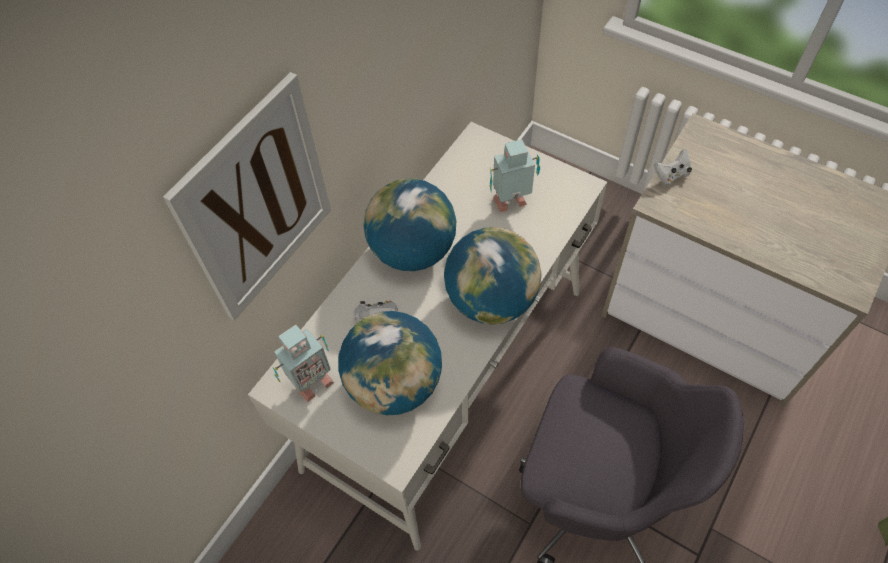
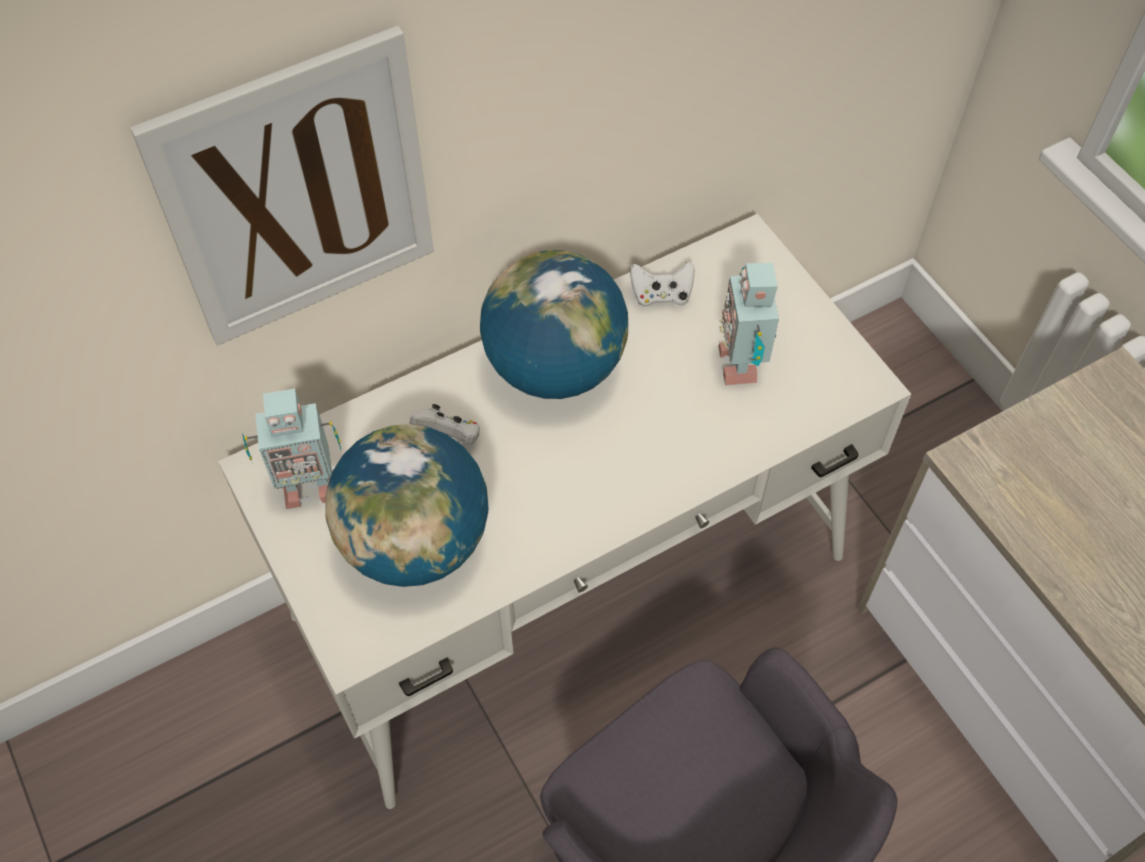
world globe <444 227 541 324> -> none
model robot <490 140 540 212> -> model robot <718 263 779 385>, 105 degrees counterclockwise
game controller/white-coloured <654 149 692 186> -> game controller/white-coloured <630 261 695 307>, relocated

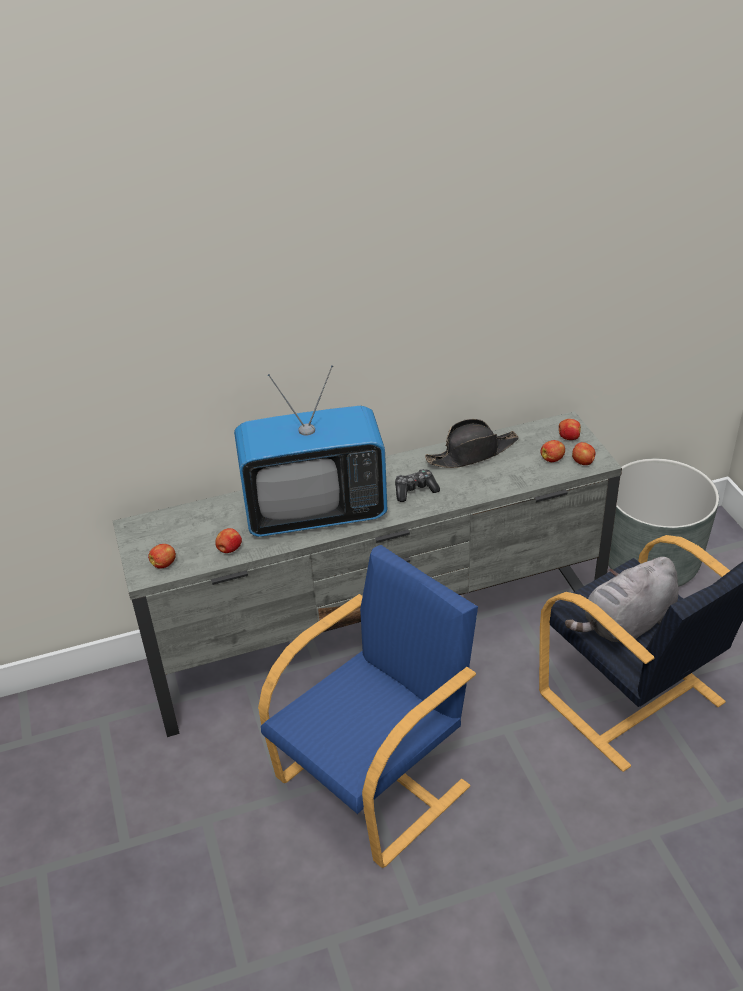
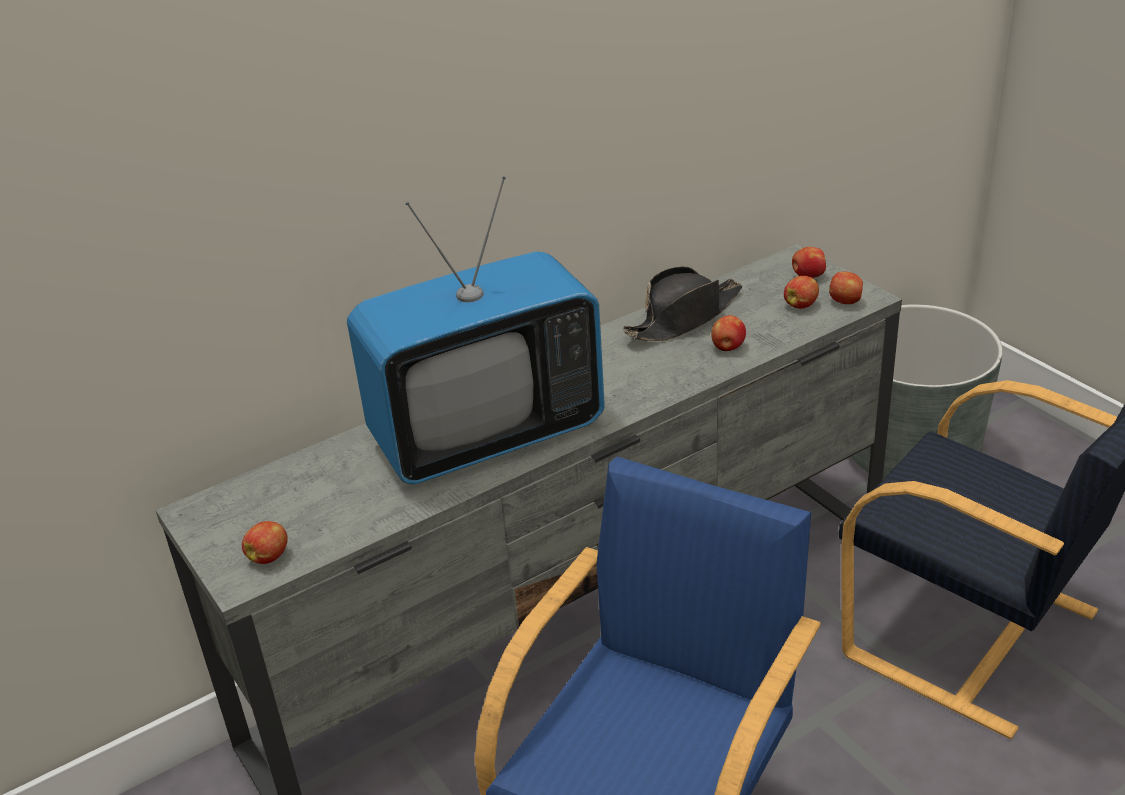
whole apple <215 528 242 553> -> whole apple <711 315 746 351>, relocated
game controller <395 469 440 502> -> none
cuddly toy/grey <565 557 679 642> -> none

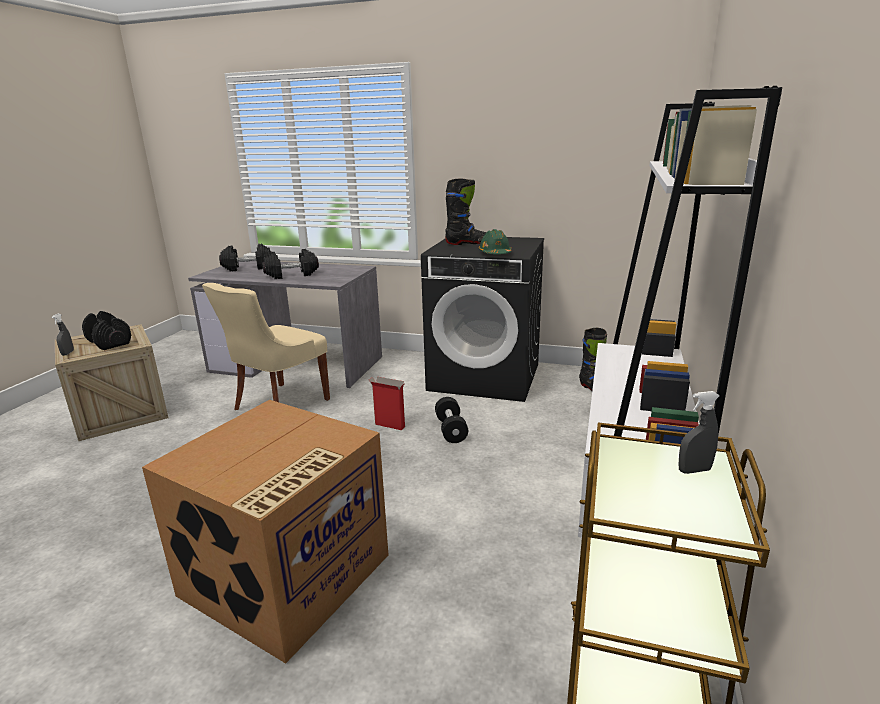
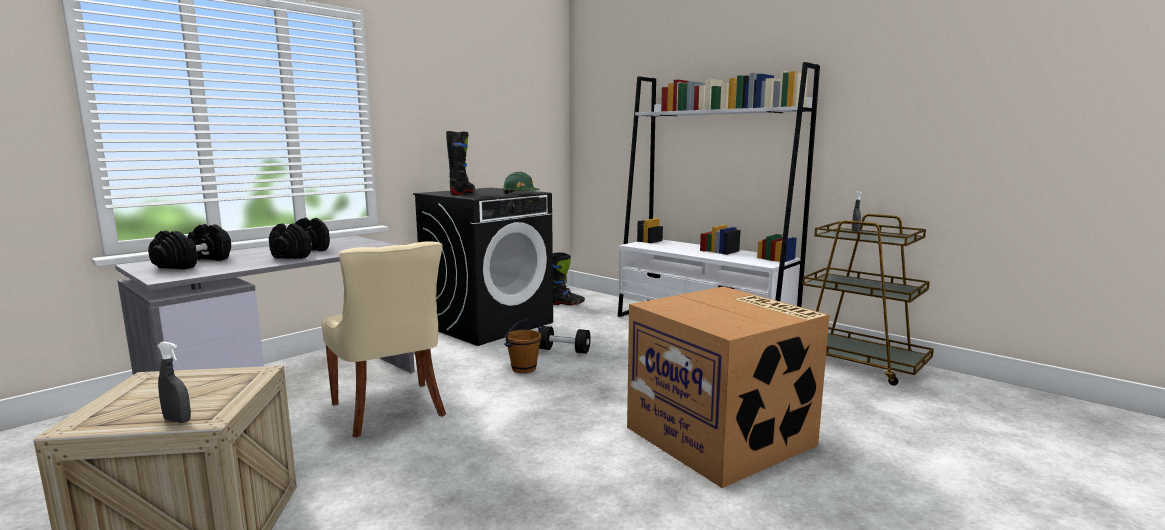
dumbbell/blackish <82 311 131 350> -> none
carton <369 377 405 430> -> pail/brownish <504 319 542 373>

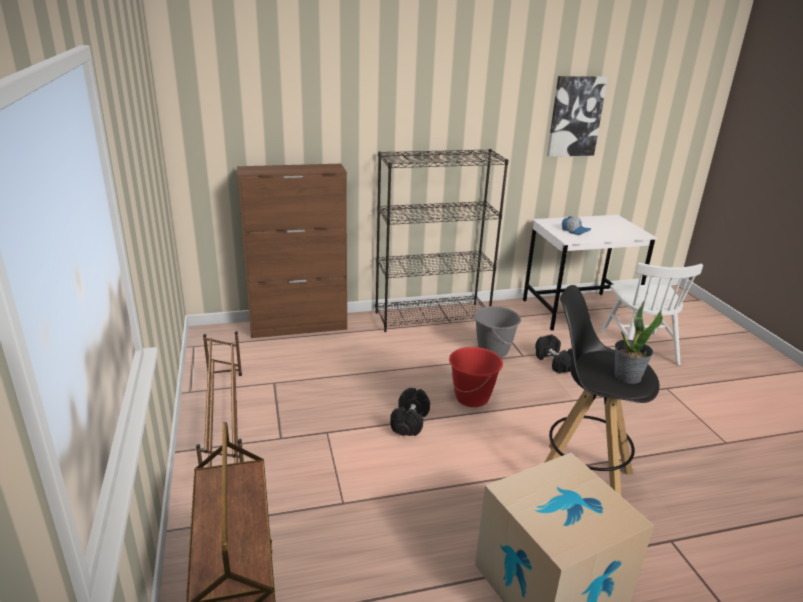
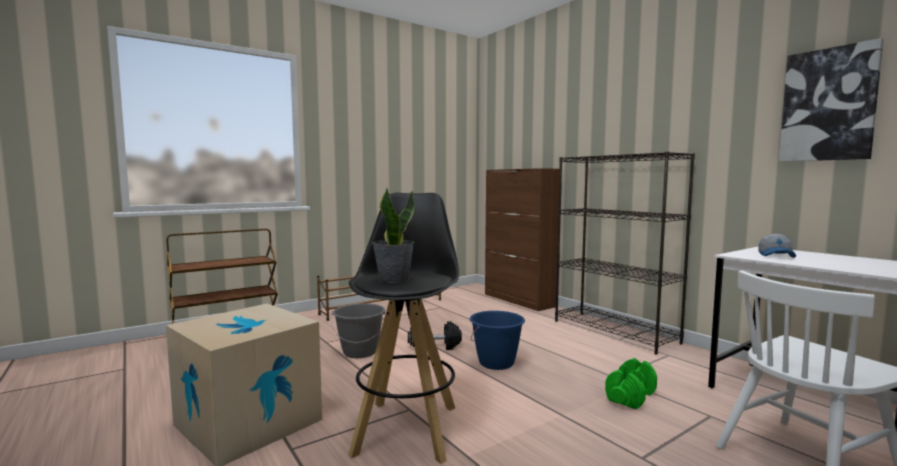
pail/reddish <449 347 503 407> -> pail/blue <470 311 525 370>
pail/grey <474 306 521 358> -> pail/grey <331 303 386 358>, relocated
dumbbell/blackish <535 335 572 373> -> dumbbell/green-coloured <605 358 657 409>

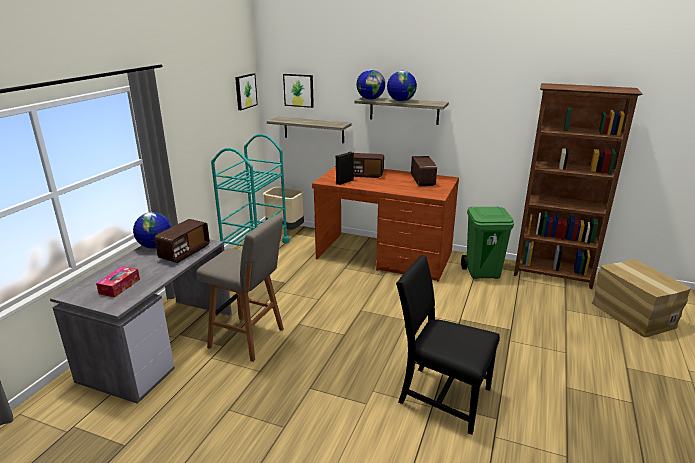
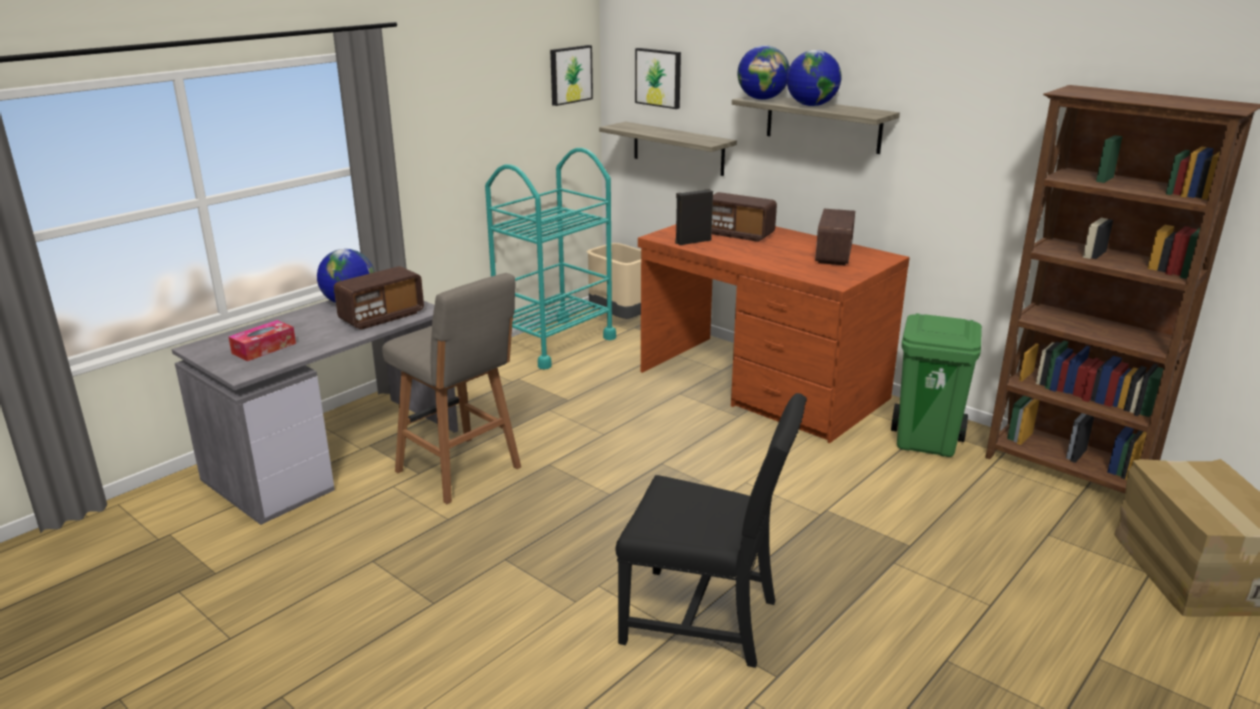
chair/blackish <396 255 500 435> -> chair/blackish <616 393 807 668>, 150 degrees clockwise

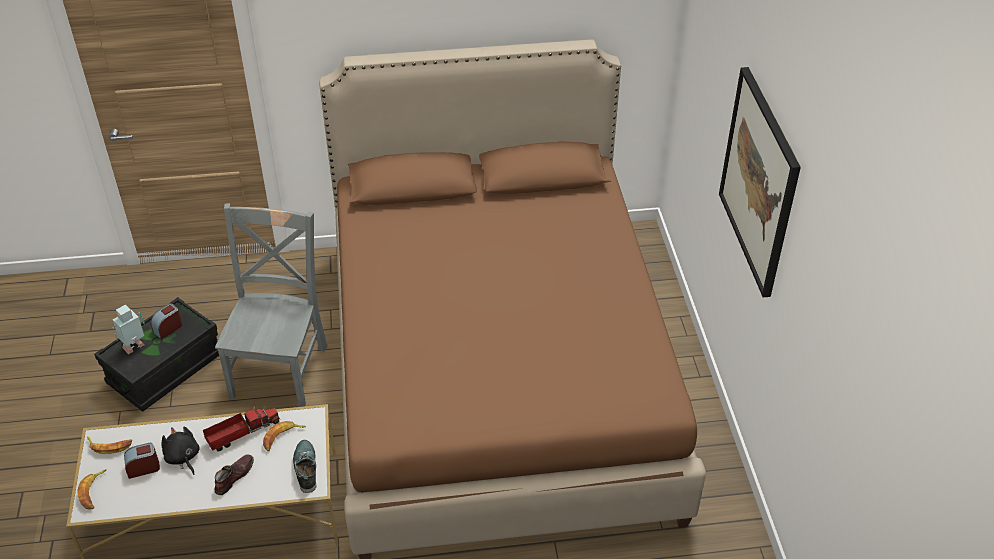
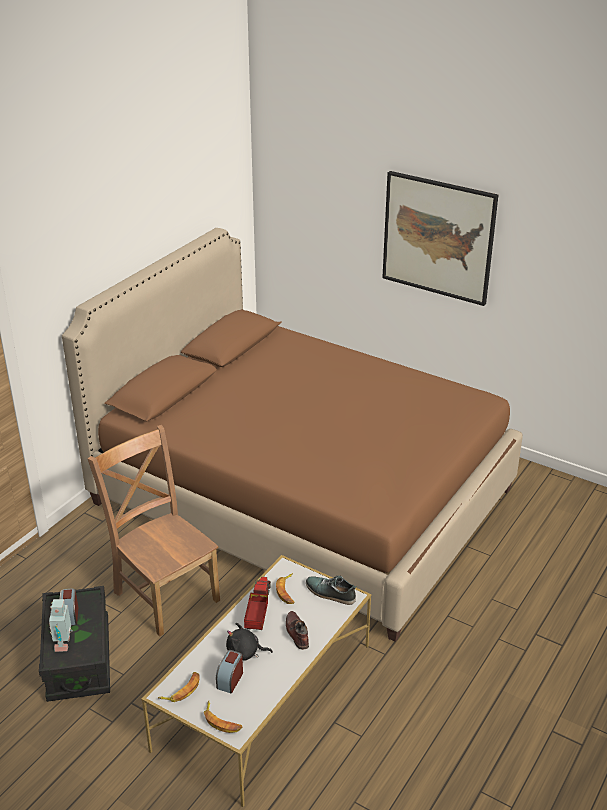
chair/grey <215 203 328 407> -> chair/brownish <87 425 220 637>

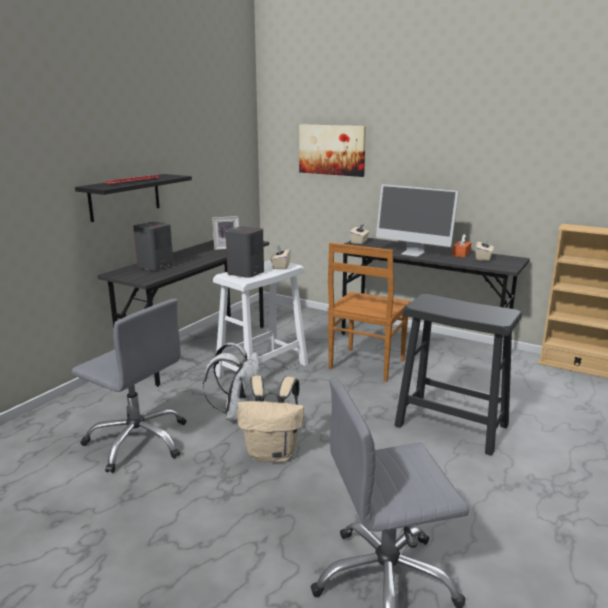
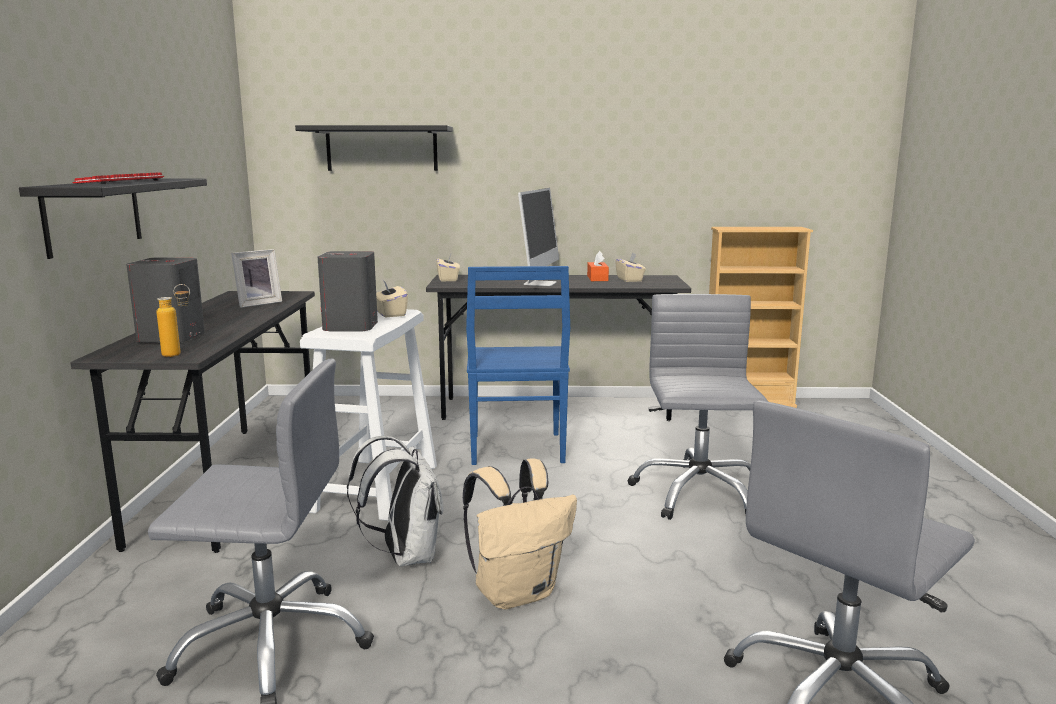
wall picture <299 124 366 177> -> wall shelf/blackish <295 125 453 171>
chair/brownish <328 243 410 382> -> chair/blue <466 266 570 465>
computer screen <376 184 459 257> -> computer screen <518 188 559 286>, 75 degrees counterclockwise
stool seat/blackish <395 294 522 456> -> computer chair/grey <628 294 768 520>
none -> beverage bottle <157 284 190 357>

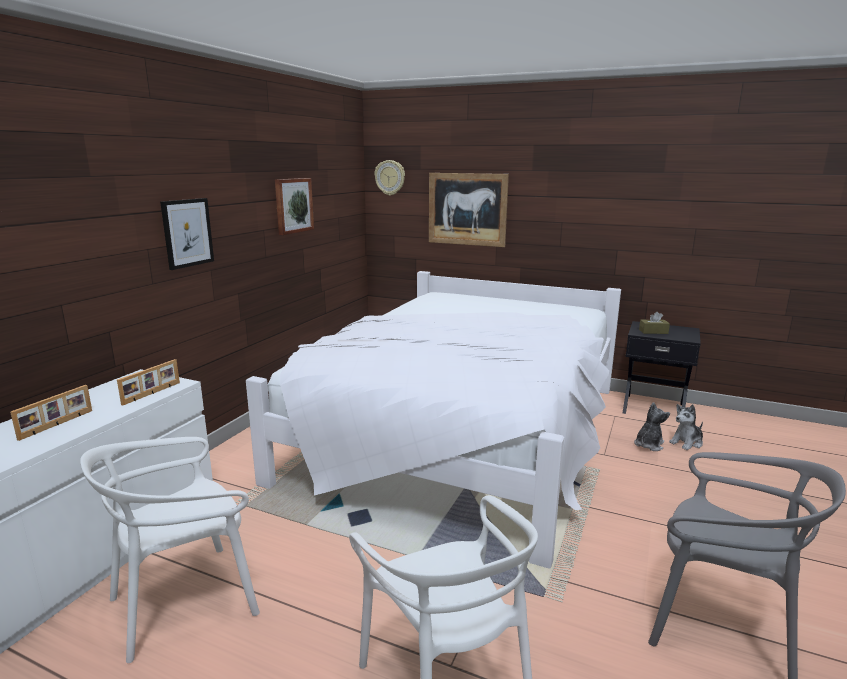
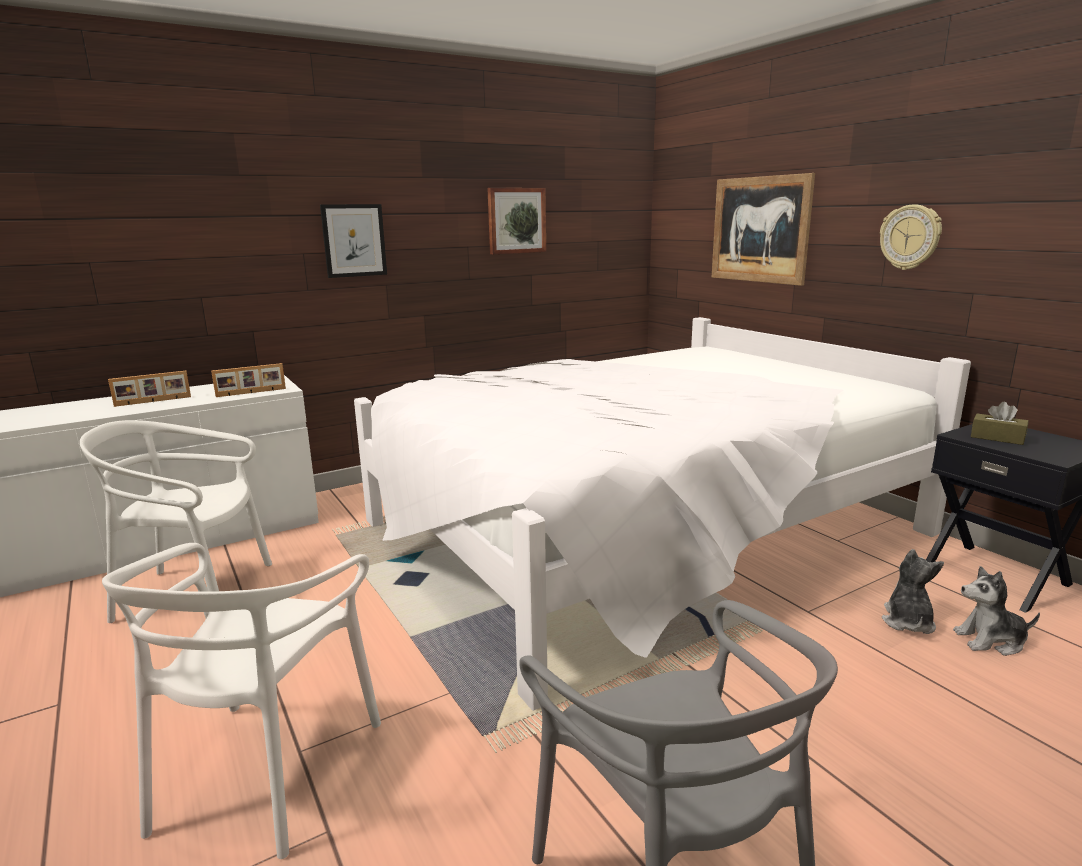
wall clock <374 160 405 196> -> wall clock <880 205 942 270>, relocated
cuddly toy <634 402 670 451> -> cuddly toy <882 549 944 634>, 60 degrees counterclockwise

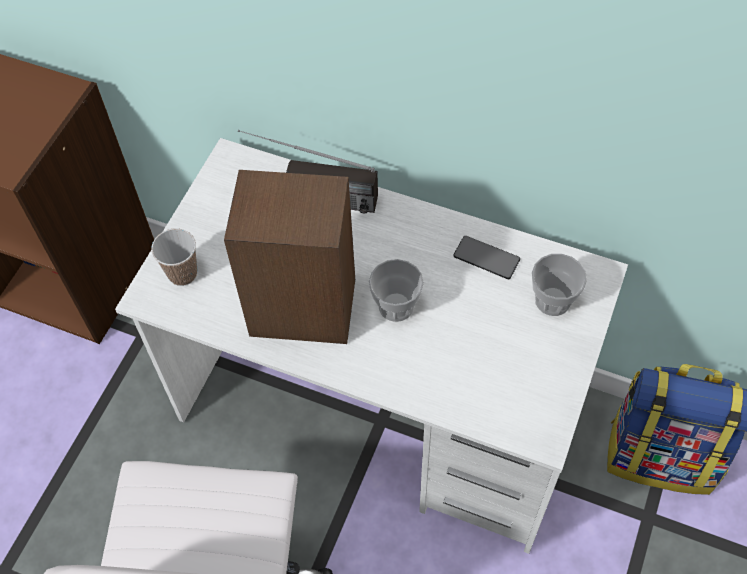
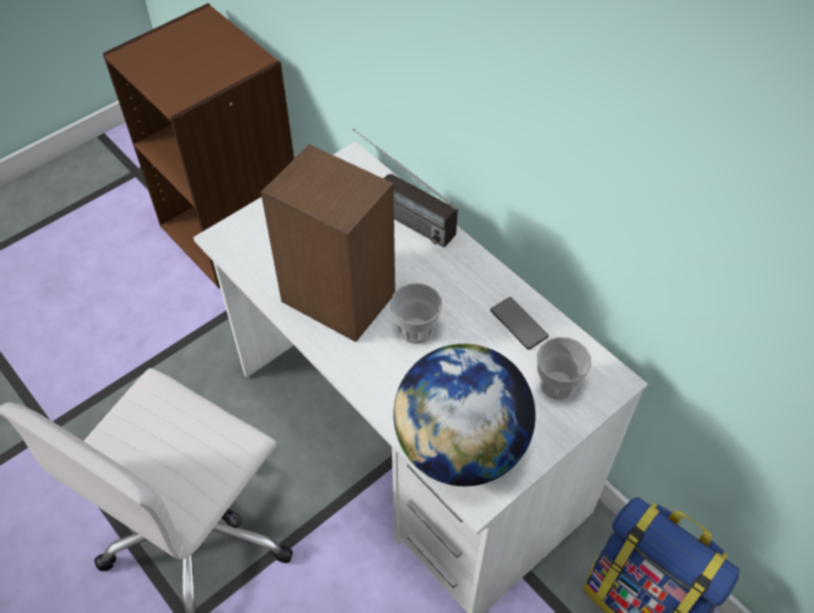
cup <151 228 197 286> -> none
none -> world globe <394 344 536 486>

